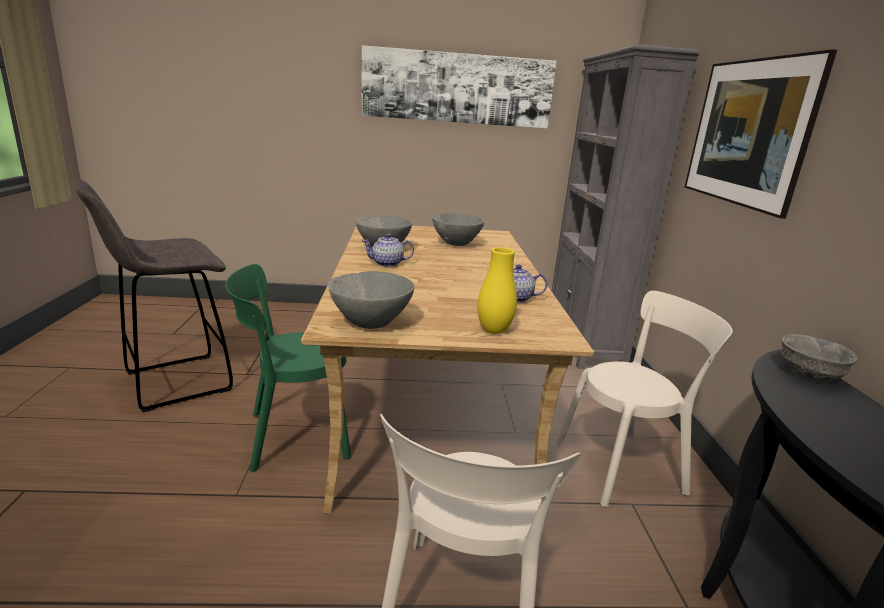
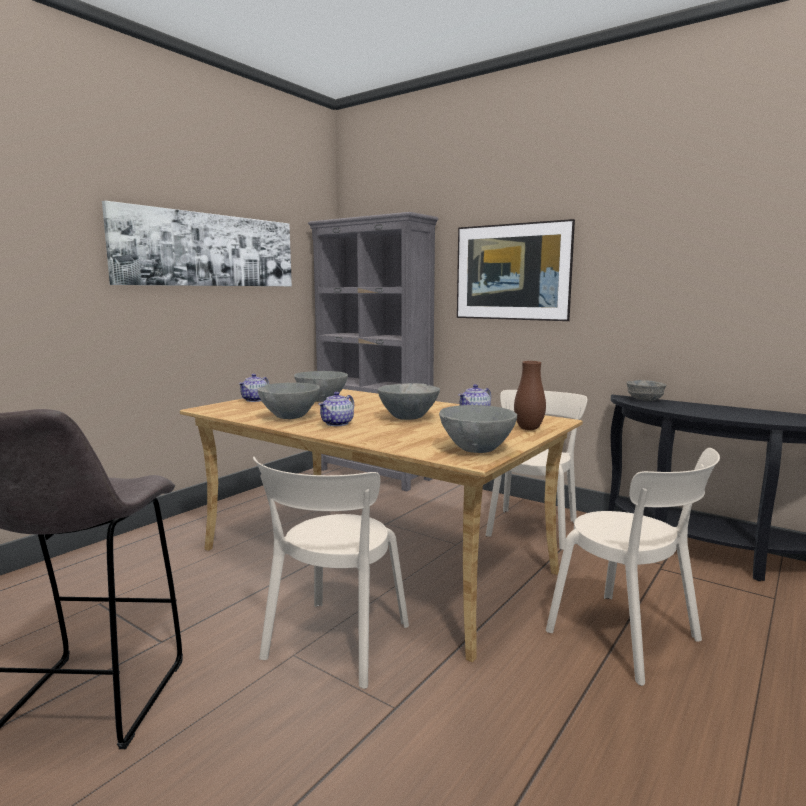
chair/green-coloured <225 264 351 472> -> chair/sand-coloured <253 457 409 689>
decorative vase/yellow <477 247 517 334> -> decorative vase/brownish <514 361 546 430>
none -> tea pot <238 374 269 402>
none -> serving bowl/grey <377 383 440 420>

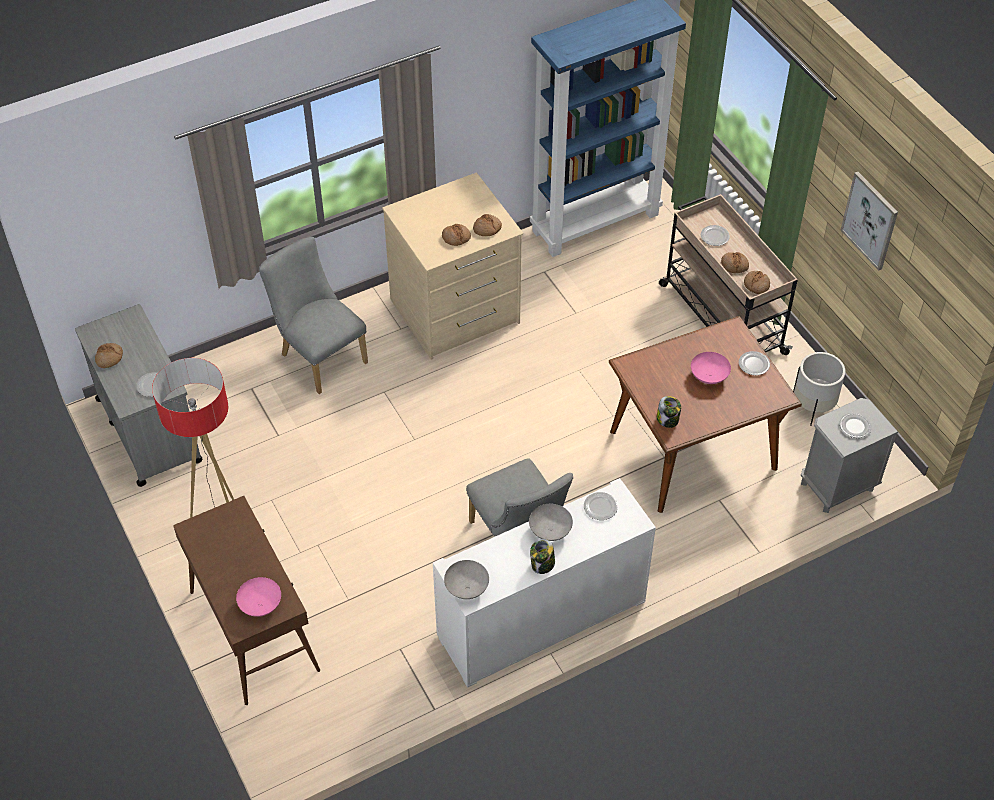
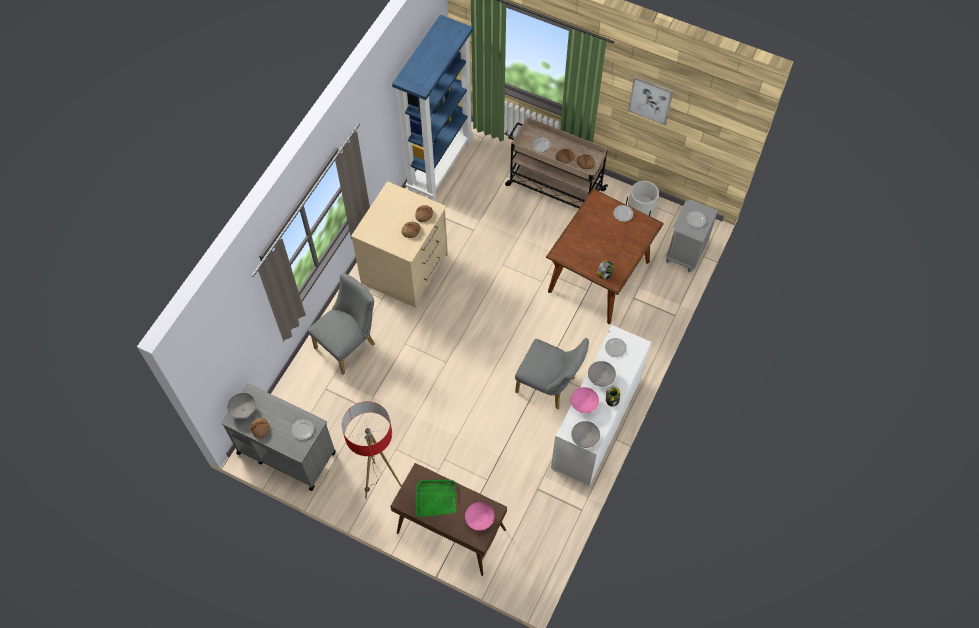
chair/grey <259 237 368 394> -> chair/grey <308 273 375 375>, 120 degrees clockwise
serving bowl/pink-coloured <691 352 731 384> -> serving bowl/pink-coloured <571 387 599 413>, relocated
none -> serving bowl/grey <227 393 256 419>
none -> serving tray/green-coloured <415 480 456 517>

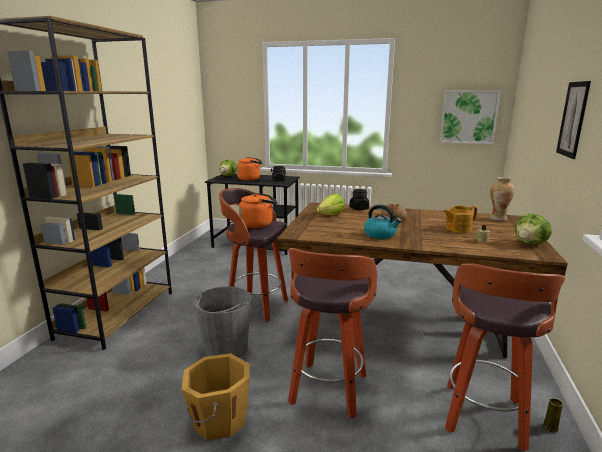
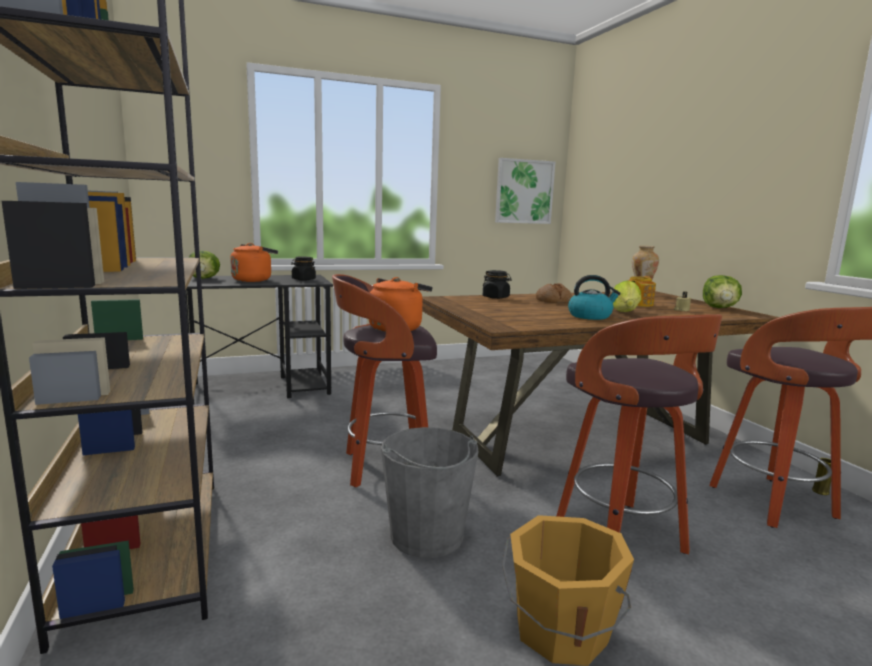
lettuce <317 194 345 215> -> lettuce <613 281 641 312>, relocated
wall picture <556 81 591 159> -> none

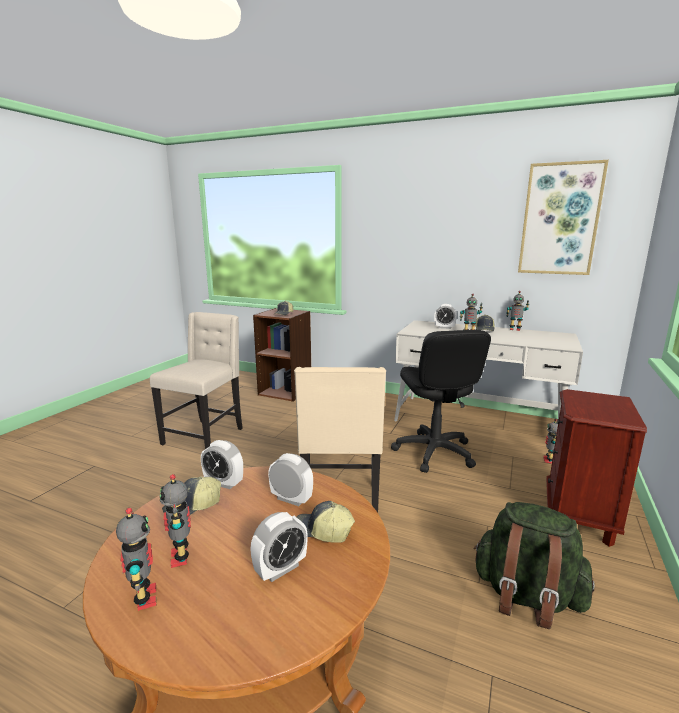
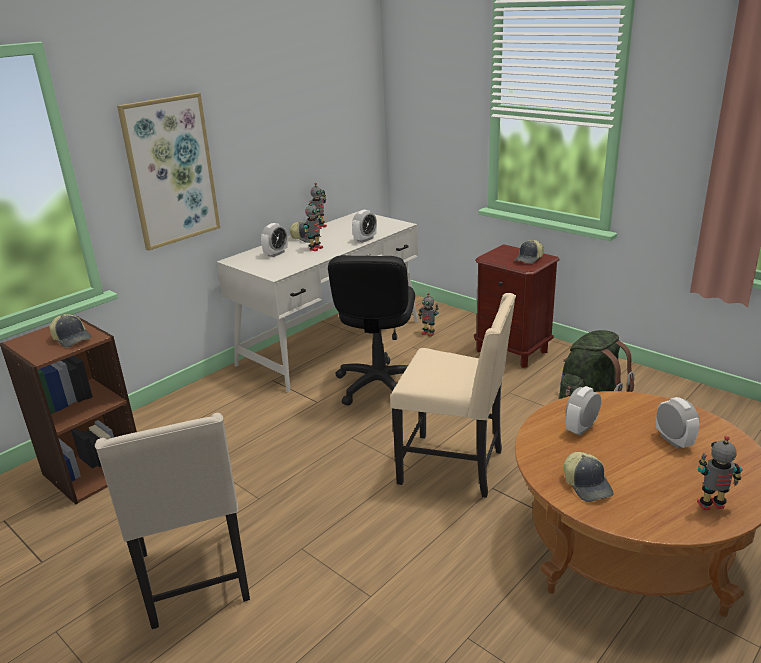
chair/sand-coloured <150 312 243 449> -> chair/sand-coloured <95 413 250 629>, 150 degrees counterclockwise
model robot <160 474 191 568> -> none
bedside clock <201 440 243 489> -> bedside clock <352 210 377 242>, relocated
baseball cap <297 501 355 543> -> baseball cap <514 240 544 264>, relocated
computer chair/blackish <391 330 491 473> -> computer chair/blackish <328 255 415 406>, 90 degrees clockwise
wall picture <518 160 609 275> -> wall picture <117 93 220 251>, relocated

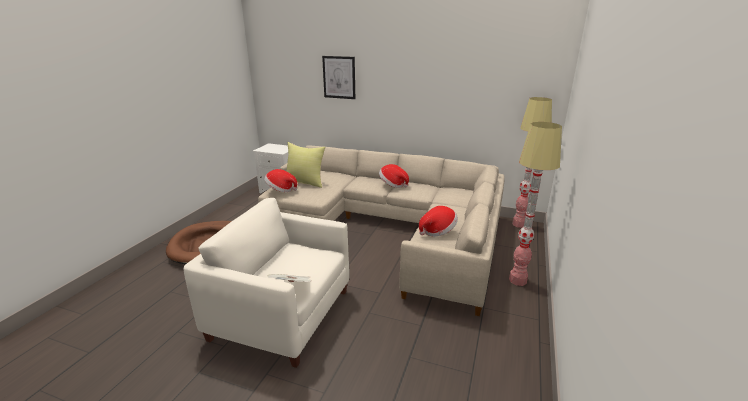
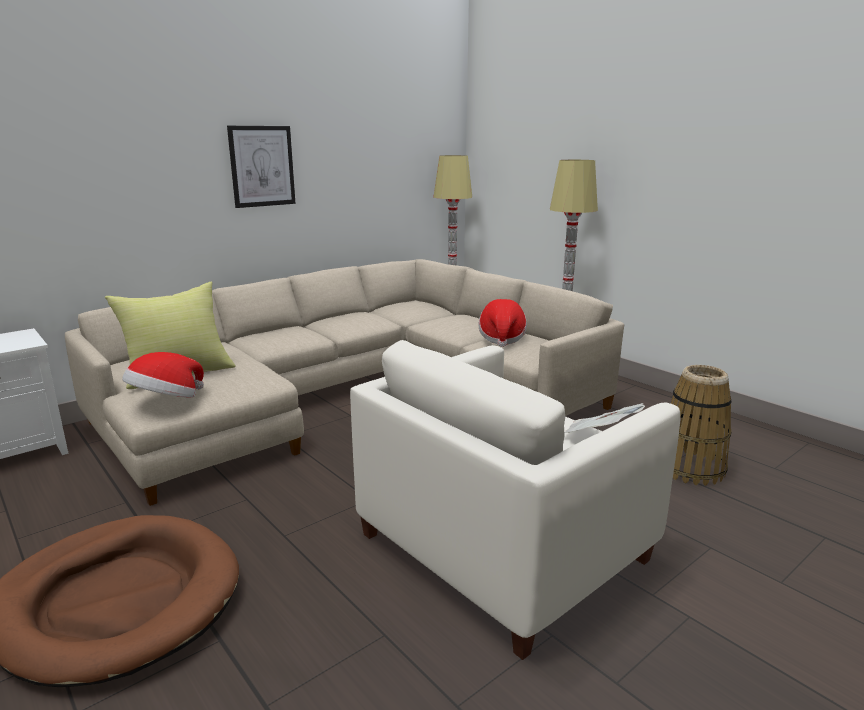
wall picture <322 56 355 99> -> wall picture <227 126 295 208>, relocated
wearable hat <379 164 409 188> -> none
none -> storage basket <671 365 732 486>

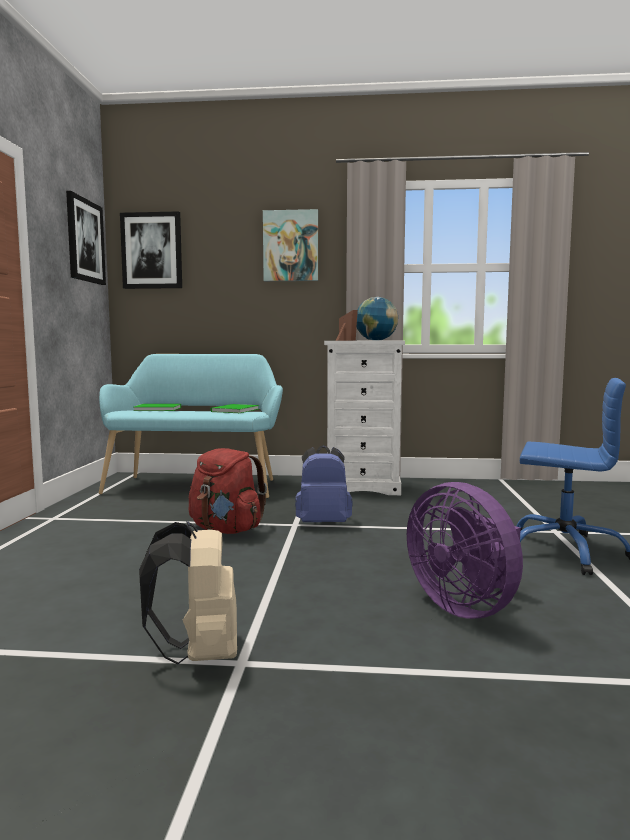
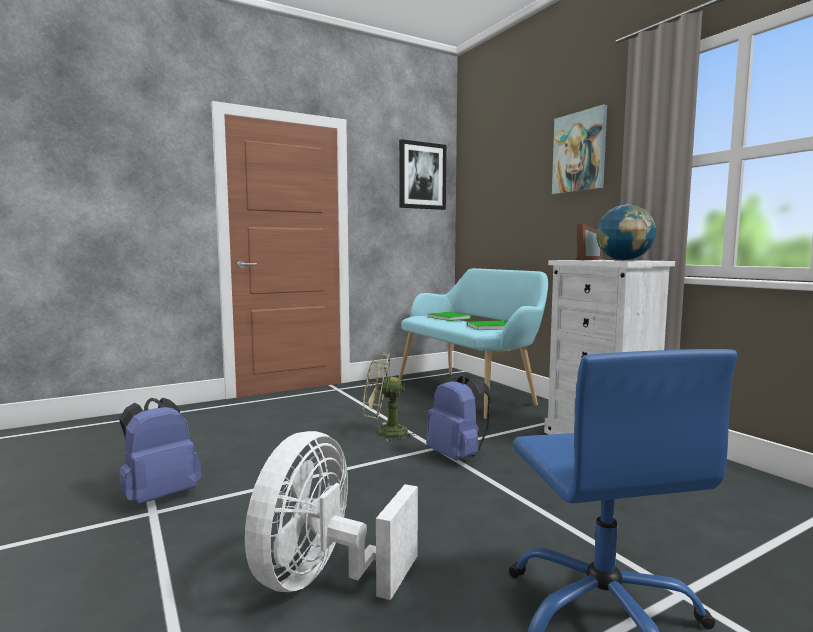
wall picture <120 211 182 289> -> none
rucksack/sand-coloured <139 521 237 664> -> rucksack/blue <119 398 202 504>
rucksack/reddish <189 448 267 534> -> fan/green-coloured <363 351 417 441>
fan/purple-coloured <407 482 523 619> -> fan/white-coloured <245 431 418 600>

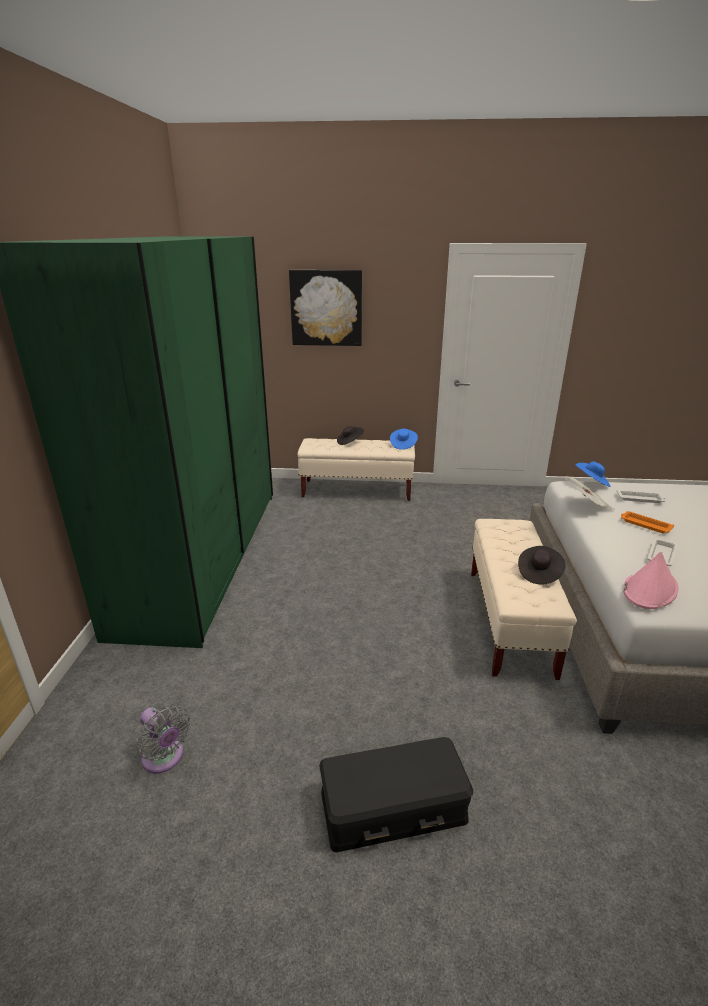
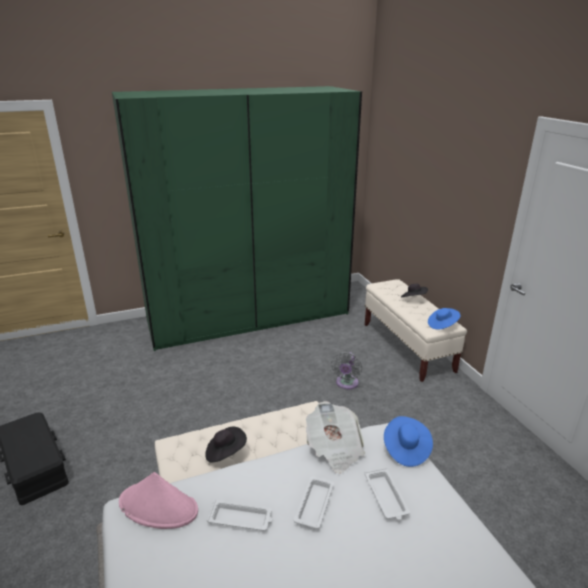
fan/grey <137 705 191 774> -> fan/grey <331 352 362 389>, relocated
wall picture <289 270 362 346> -> none
serving tray/orangey <621 511 674 533> -> serving tray/white-coloured <294 476 334 529>

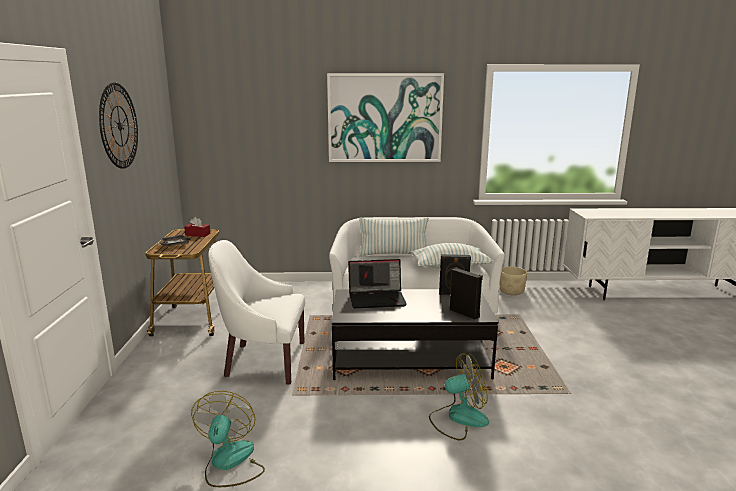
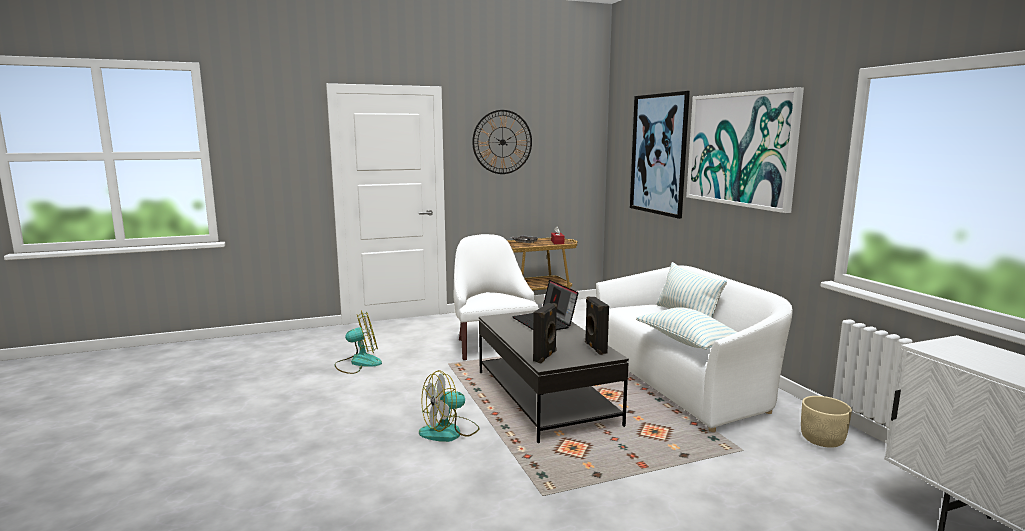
fan <429 352 489 440> -> fan <419 370 480 442>, 90 degrees clockwise
none -> wall picture <630 91 690 219>

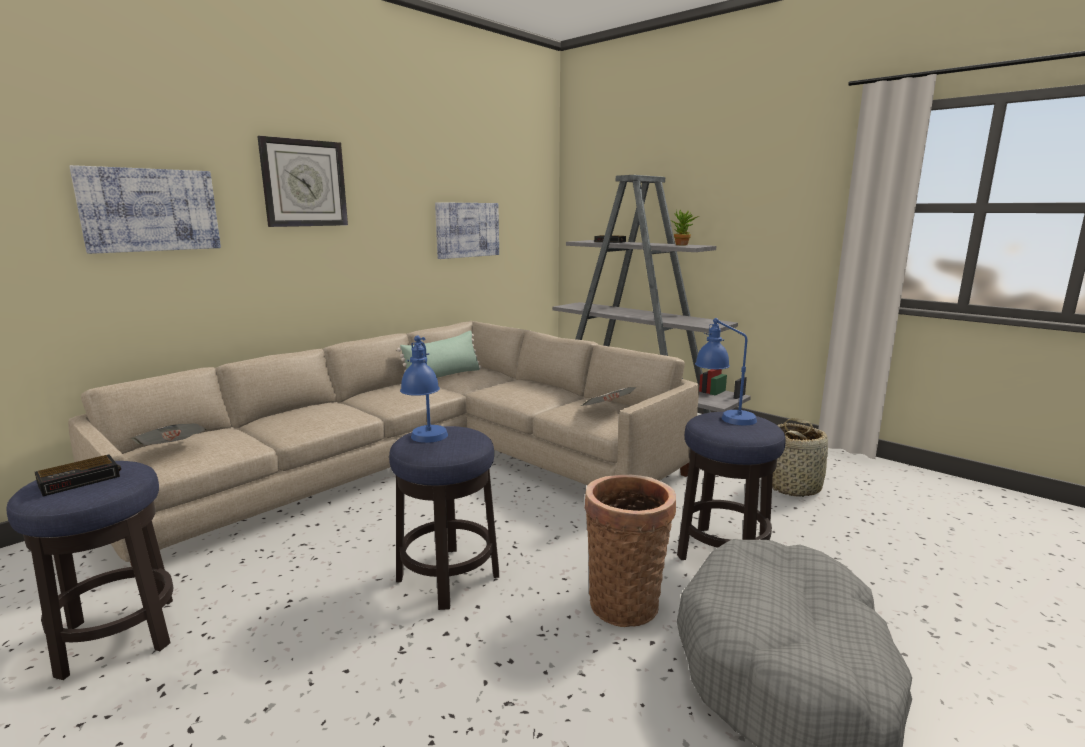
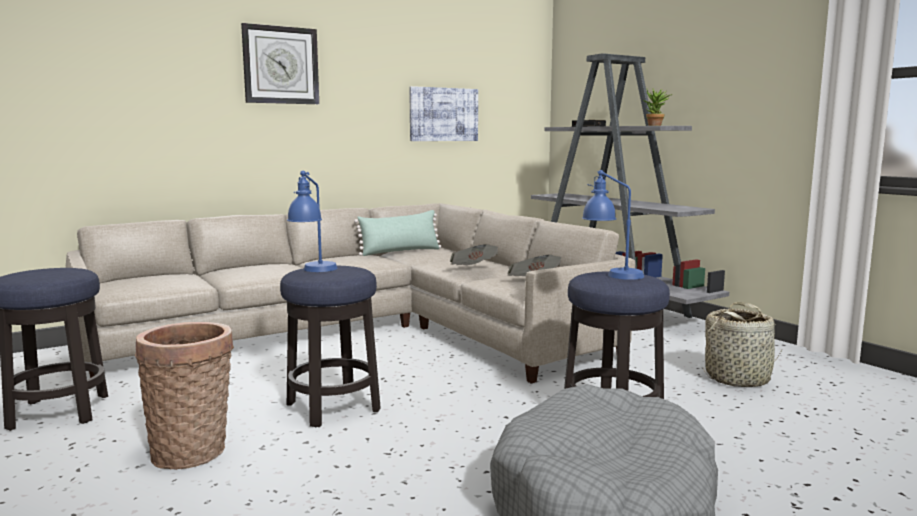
bedside clock <35 454 121 497> -> none
wall picture <69 165 221 254> -> none
daily paper <130 424 206 445> -> daily paper <450 244 498 265>, relocated
storage basket <585 475 676 627> -> storage basket <135 322 234 470>, relocated

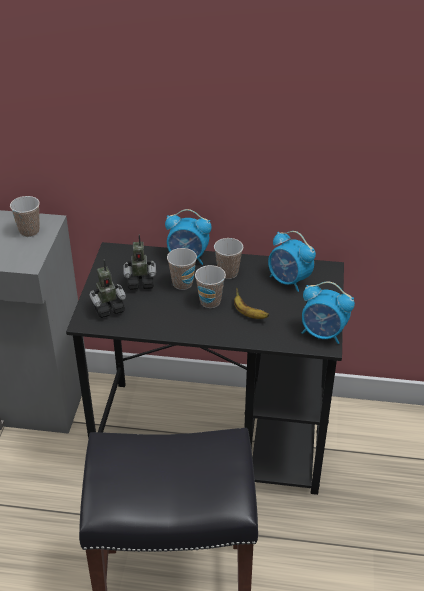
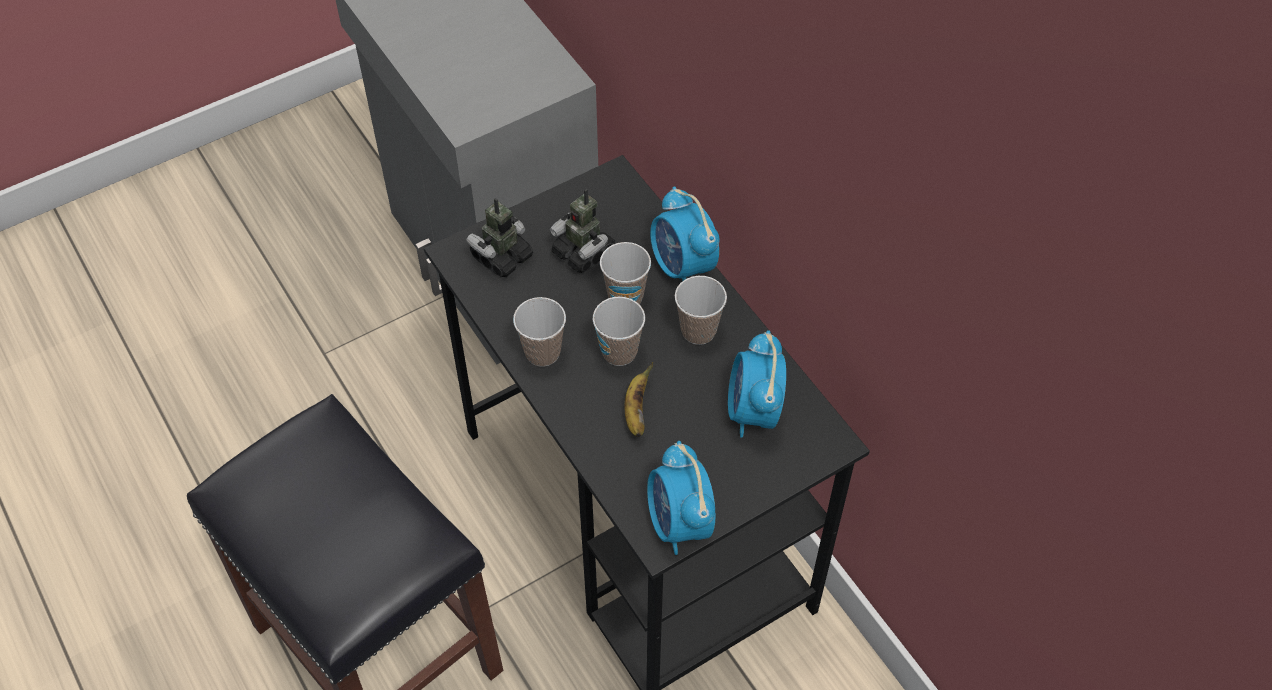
cup <10 196 40 237> -> cup <513 297 566 367>, relocated
model robot <89 259 126 318> -> model robot <466 198 533 277>, 105 degrees clockwise

